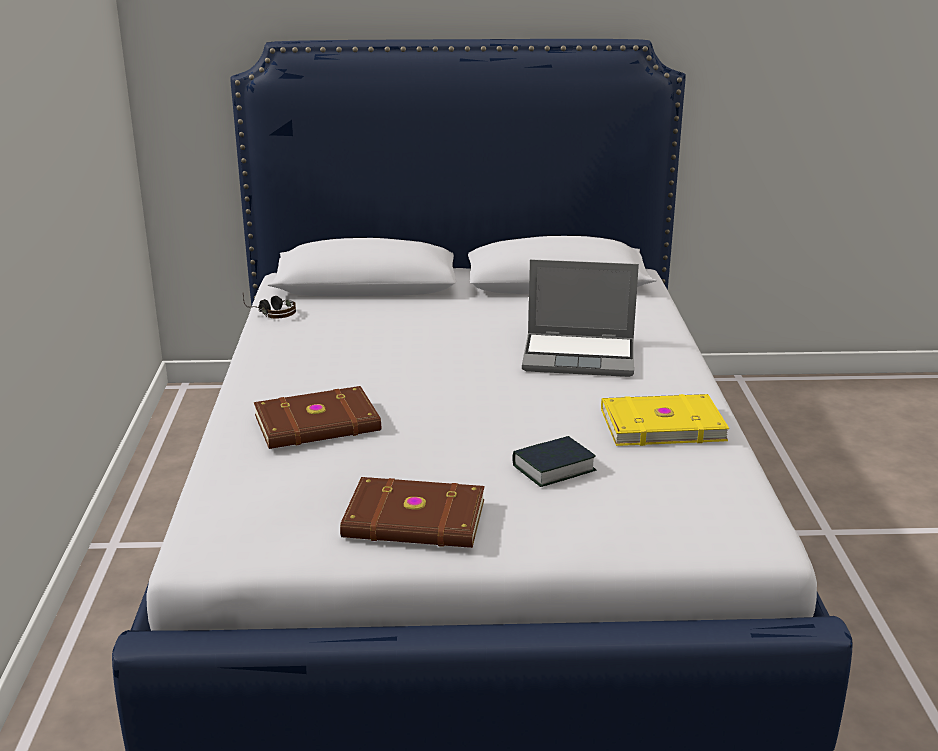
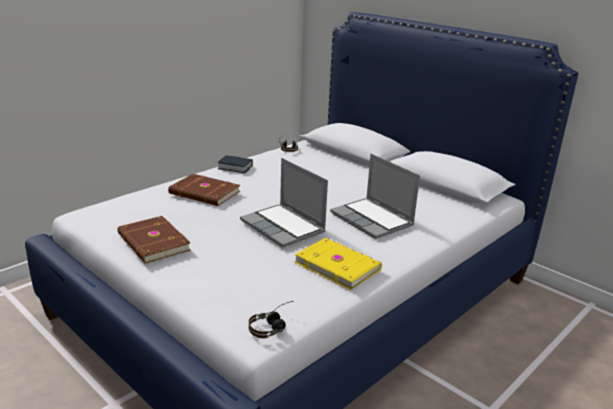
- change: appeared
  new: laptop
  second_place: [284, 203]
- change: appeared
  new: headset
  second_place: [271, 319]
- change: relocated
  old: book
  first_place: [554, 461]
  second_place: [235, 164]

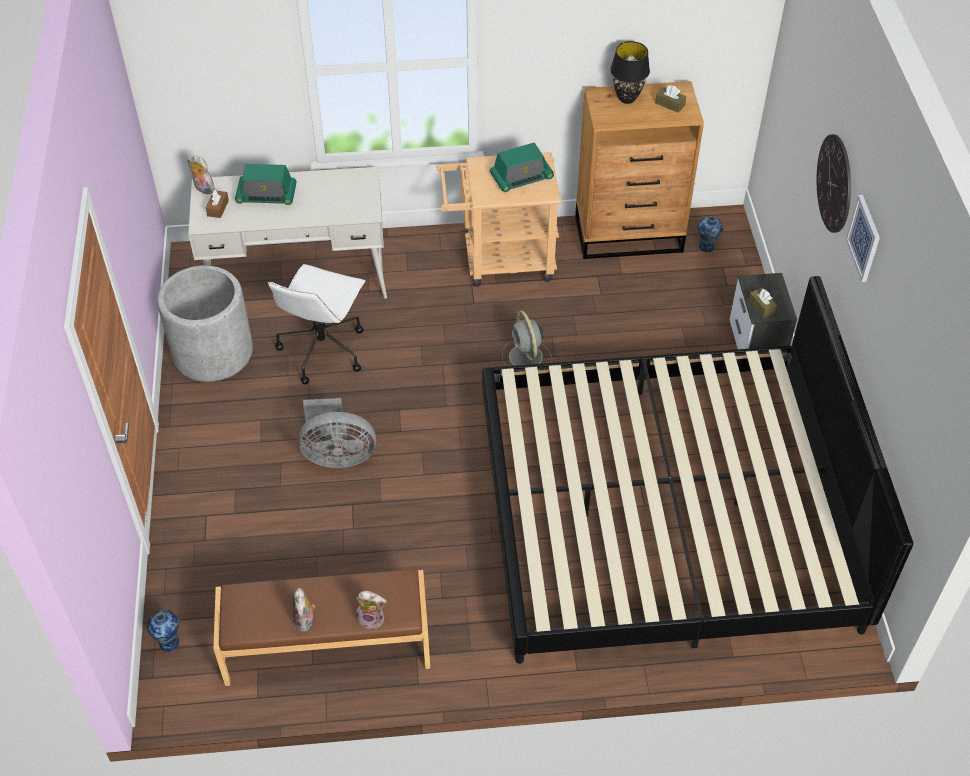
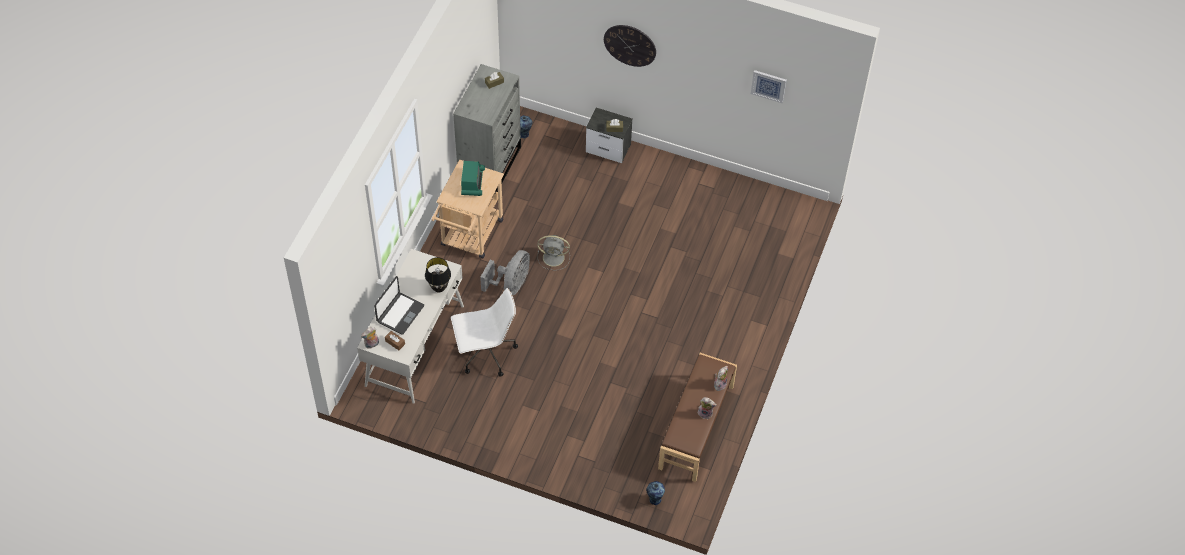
- change: missing
  old: greyish plant pot
  first_place: [205, 323]
- change: missing
  old: bedroom bed
  first_place: [697, 470]
- change: relocated
  old: greyish electric fan
  first_place: [337, 433]
  second_place: [505, 272]
- change: relocated
  old: blackish tabletop lamp
  first_place: [630, 72]
  second_place: [438, 275]
- change: relocated
  old: wall art
  first_place: [863, 238]
  second_place: [769, 86]
- change: exchanged
  old: radio set
  new: laptop
  first_place: [266, 184]
  second_place: [399, 305]
- change: colour
  old: brown-coloured dresser
  new: greyish dresser
  first_place: [639, 170]
  second_place: [487, 128]
- change: spun
  old: white-coloured office chair
  first_place: [316, 324]
  second_place: [484, 332]
  degrees: -60

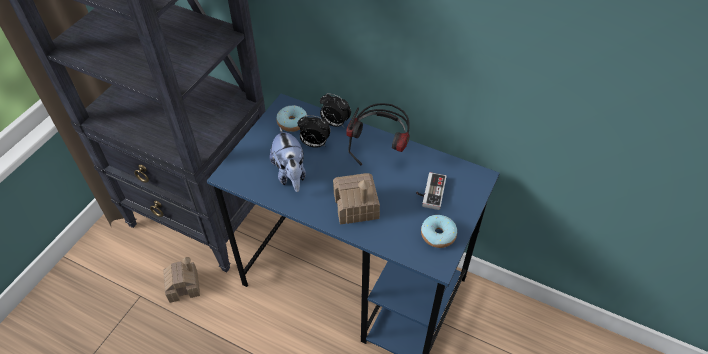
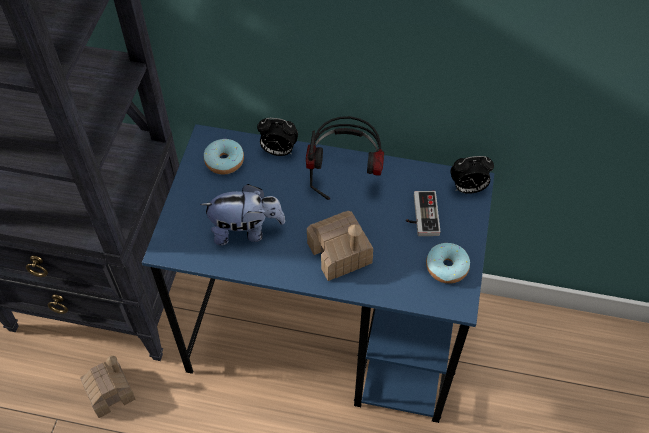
- change: relocated
  old: table clock
  first_place: [314, 131]
  second_place: [472, 175]
- change: spun
  old: soft toy
  first_place: [288, 159]
  second_place: [242, 215]
  degrees: -60

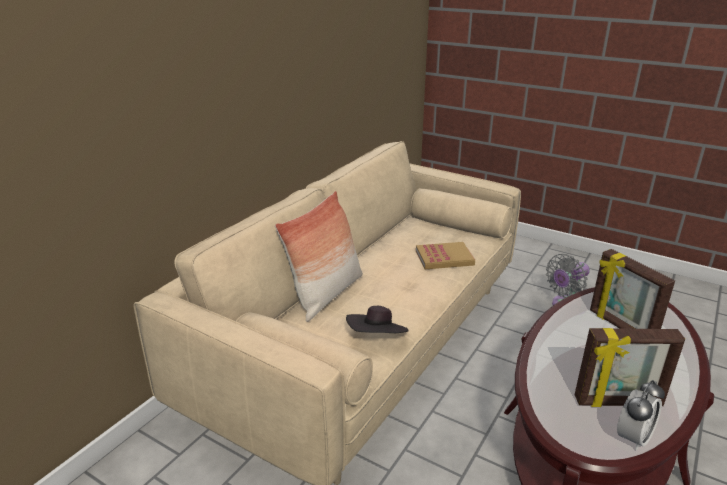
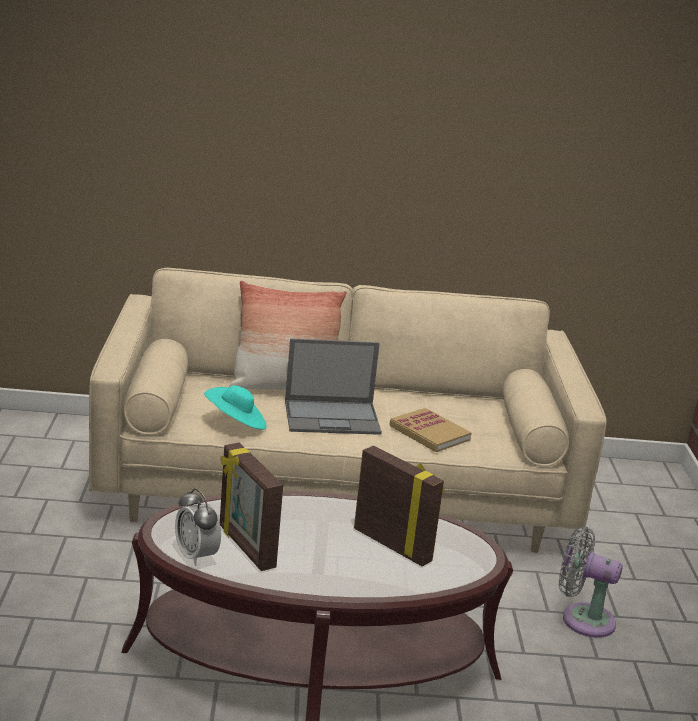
- change: appeared
  new: laptop
  second_place: [333, 386]
- change: colour
  old: blackish wearable hat
  new: turquoise-coloured wearable hat
  first_place: [377, 319]
  second_place: [235, 407]
- change: spun
  old: photo frame
  first_place: [632, 289]
  second_place: [399, 506]
  degrees: 105
- change: spun
  old: table clock
  first_place: [641, 415]
  second_place: [198, 527]
  degrees: 45

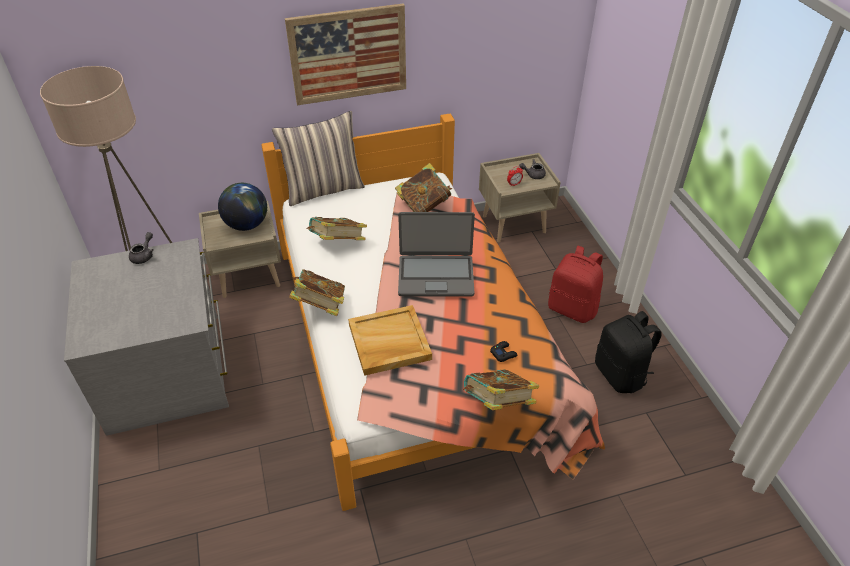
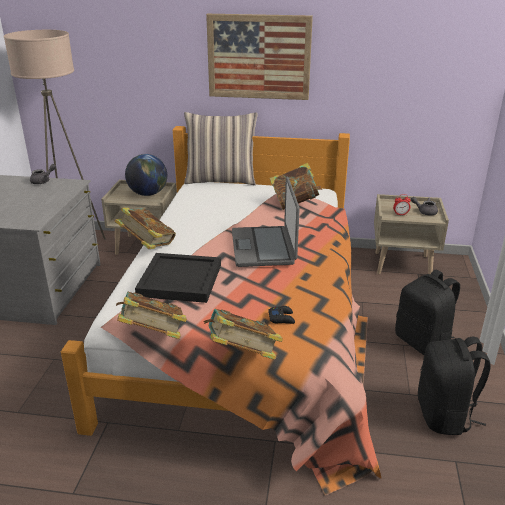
- change: relocated
  old: book
  first_place: [336, 228]
  second_place: [151, 315]
- change: colour
  old: beige-coloured serving tray
  new: blackish serving tray
  first_place: [390, 340]
  second_place: [178, 278]
- change: colour
  old: red-coloured backpack
  new: blackish backpack
  first_place: [575, 284]
  second_place: [427, 312]
- change: spun
  old: laptop
  first_place: [436, 254]
  second_place: [266, 221]
  degrees: 60

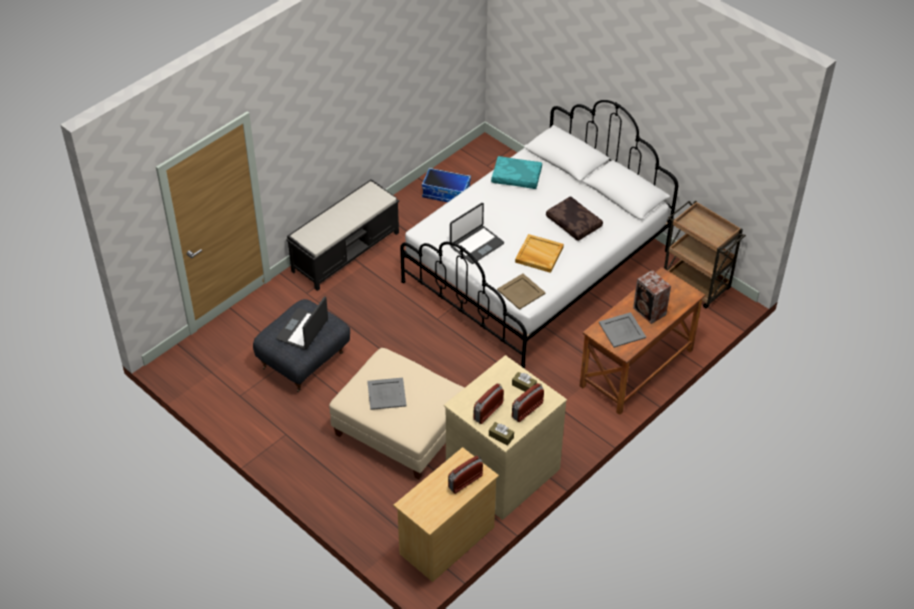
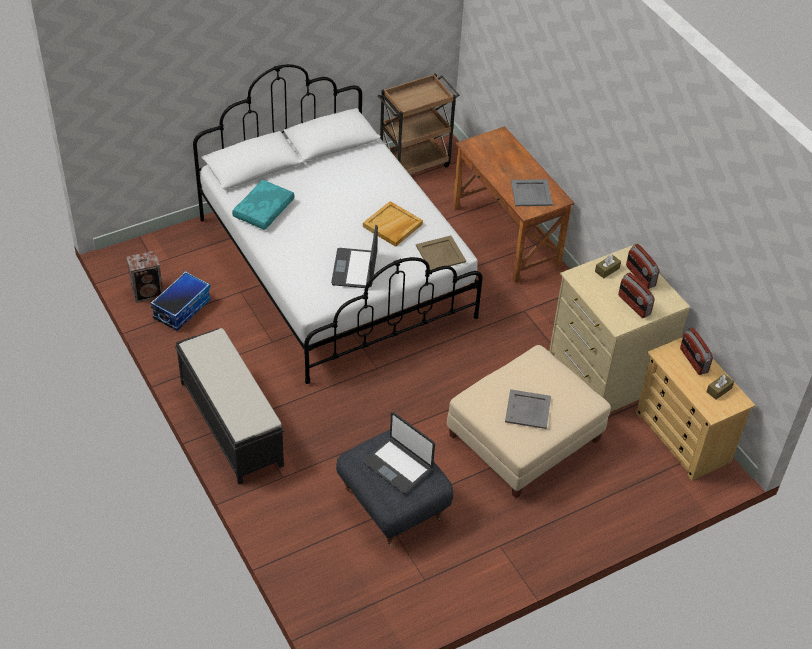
- change: missing
  old: brown-coloured cushion
  first_place: [574, 218]
- change: relocated
  old: brown-coloured tissue holder
  first_place: [501, 433]
  second_place: [720, 387]
- change: relocated
  old: audio speaker
  first_place: [652, 297]
  second_place: [144, 277]
- change: spun
  old: laptop
  first_place: [477, 233]
  second_place: [354, 256]
  degrees: -150

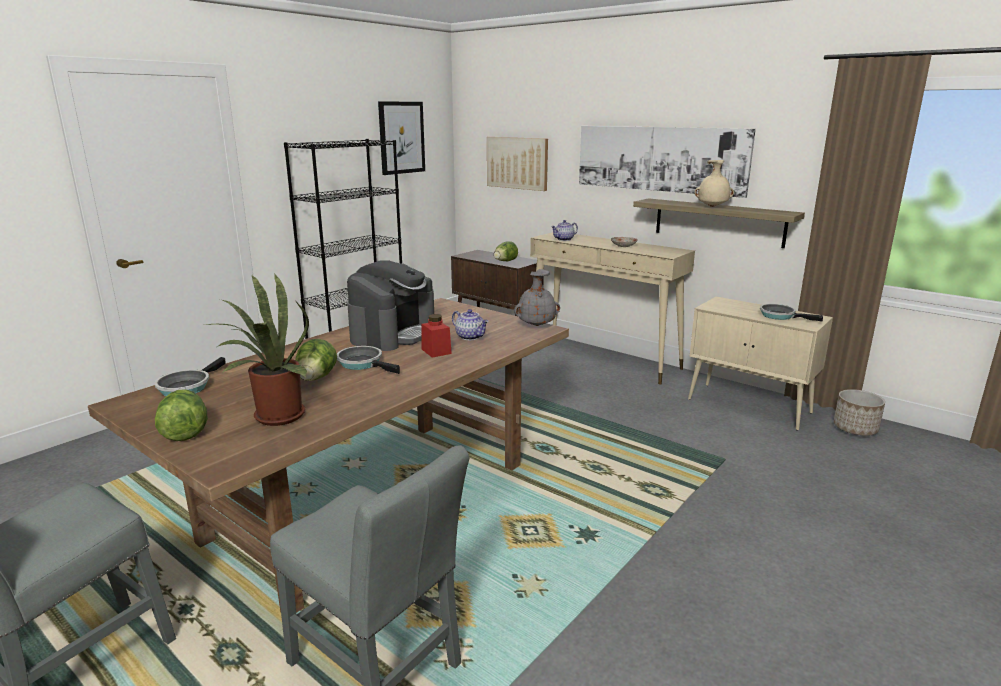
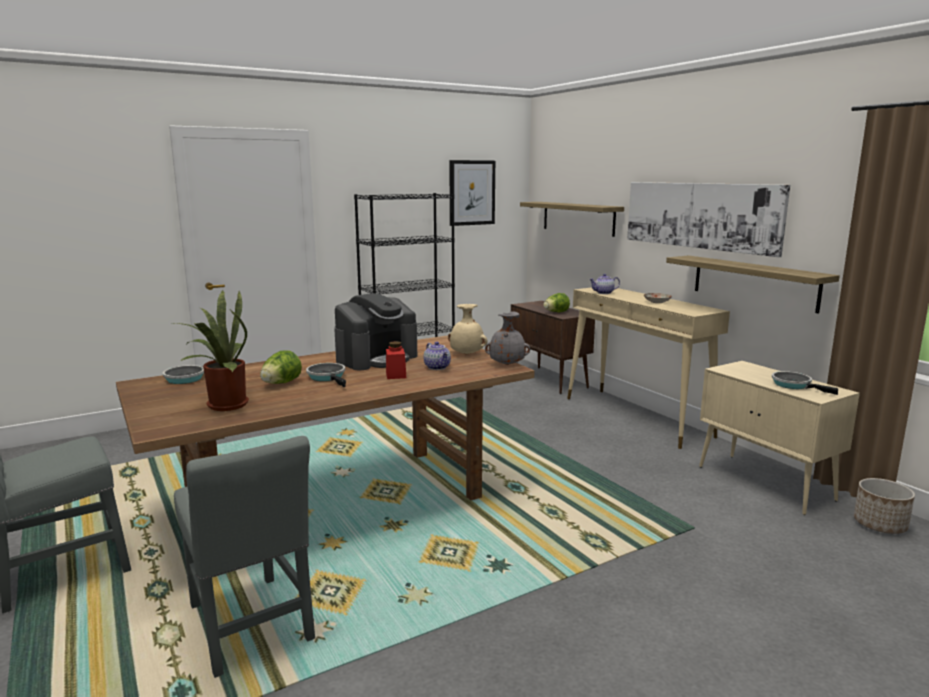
- change: missing
  old: lettuce
  first_place: [181, 415]
- change: relocated
  old: beige-coloured vase
  first_place: [714, 183]
  second_place: [468, 329]
- change: exchanged
  old: wall art
  new: wall shelf
  first_place: [517, 164]
  second_place: [572, 219]

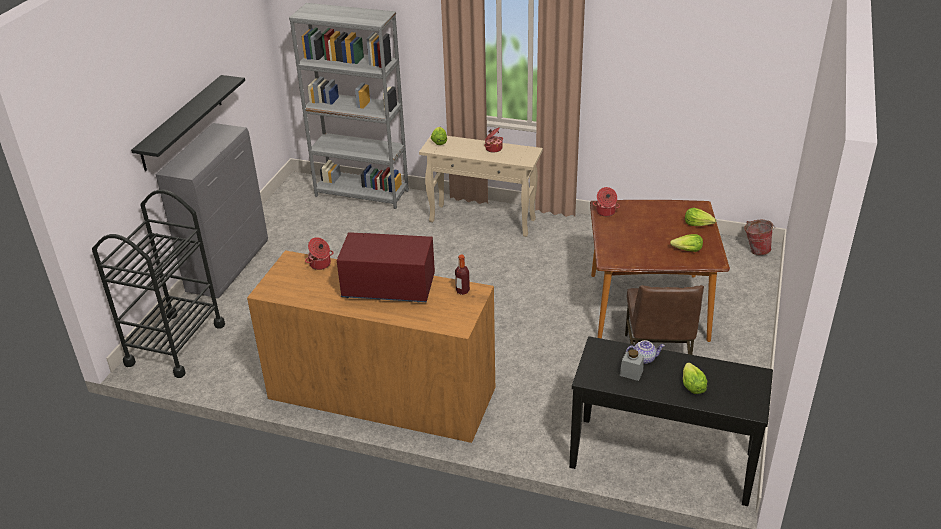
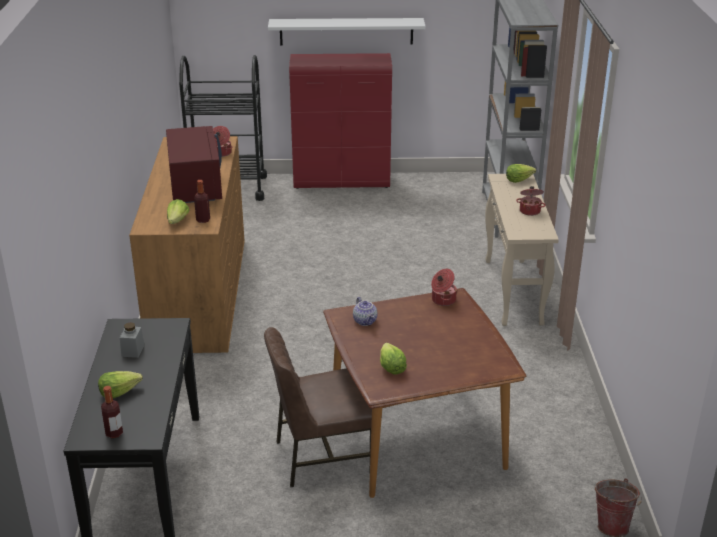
- change: appeared
  new: drink bottle
  second_place: [112, 412]
- change: relocated
  old: pot for tea
  first_place: [645, 352]
  second_place: [365, 311]
- change: relocated
  old: lettuce
  first_place: [700, 217]
  second_place: [178, 211]
- change: colour
  old: blackish wall shelf
  new: white-coloured wall shelf
  first_place: [188, 123]
  second_place: [347, 31]
- change: colour
  old: greyish cupboard
  new: red-coloured cupboard
  first_place: [211, 210]
  second_place: [340, 121]

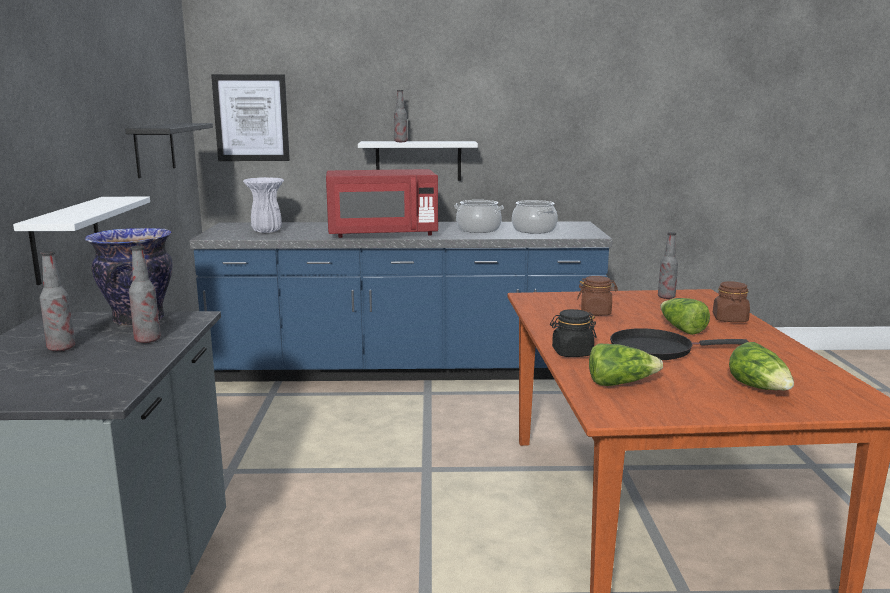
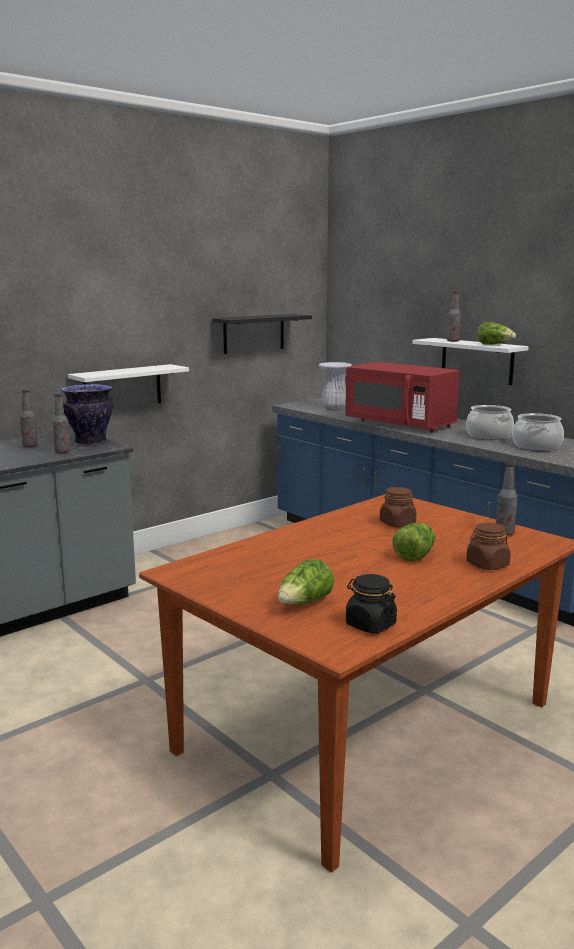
- change: missing
  old: wall art
  first_place: [250, 117]
- change: missing
  old: blackish skillet
  first_place: [679, 344]
- change: relocated
  old: blackish preserve jar
  first_place: [573, 333]
  second_place: [371, 604]
- change: relocated
  old: lettuce
  first_place: [626, 364]
  second_place: [496, 333]

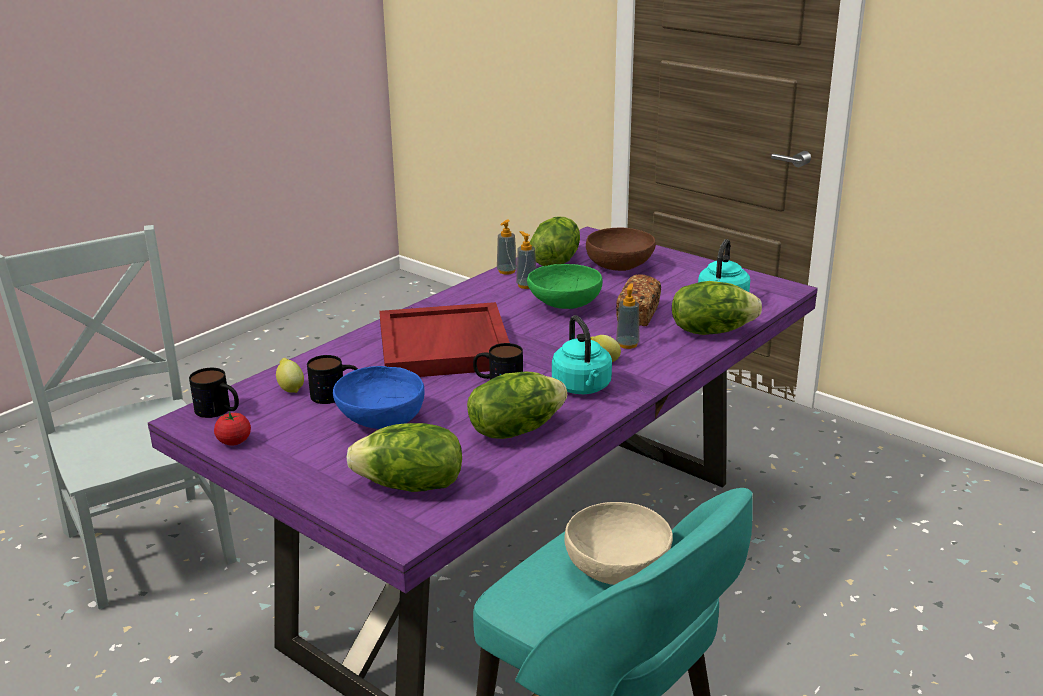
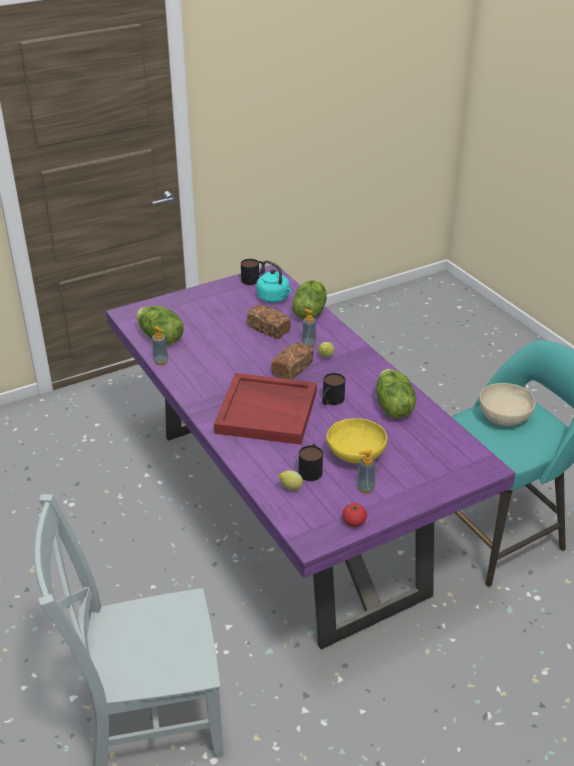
- change: missing
  old: lettuce
  first_place: [404, 457]
- change: missing
  old: green serving bowl
  first_place: [565, 286]
- change: missing
  old: turquoise-coloured water kettle
  first_place: [582, 354]
- change: missing
  old: brown-coloured serving bowl
  first_place: [621, 249]
- change: appeared
  new: bakery bread
  second_place: [292, 361]
- change: relocated
  old: tea mug
  first_place: [214, 393]
  second_place: [252, 272]
- change: relocated
  old: liquid soap bottle
  first_place: [526, 260]
  second_place: [366, 471]
- change: colour
  old: bluish serving bowl
  new: yellow serving bowl
  first_place: [378, 397]
  second_place: [356, 441]

